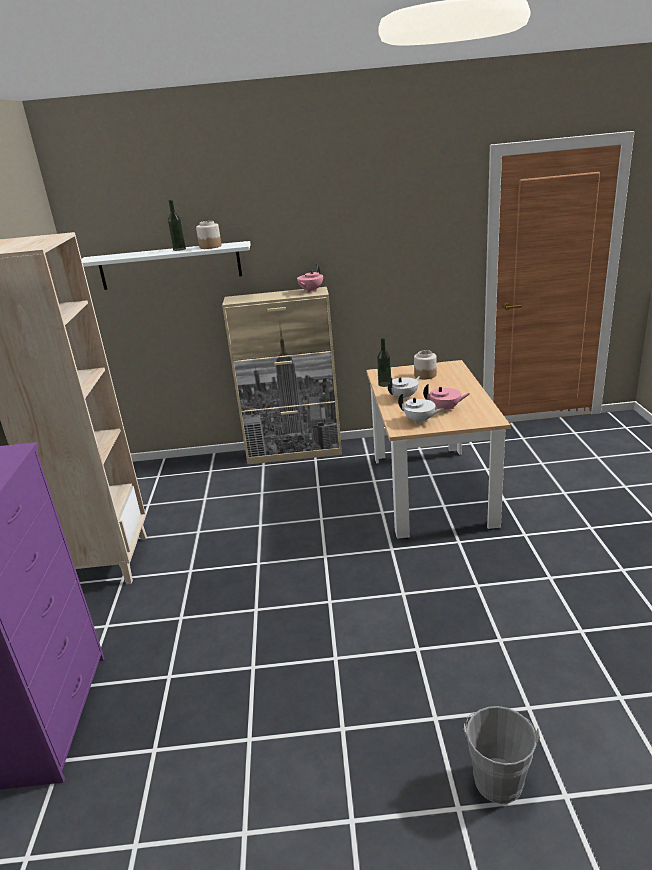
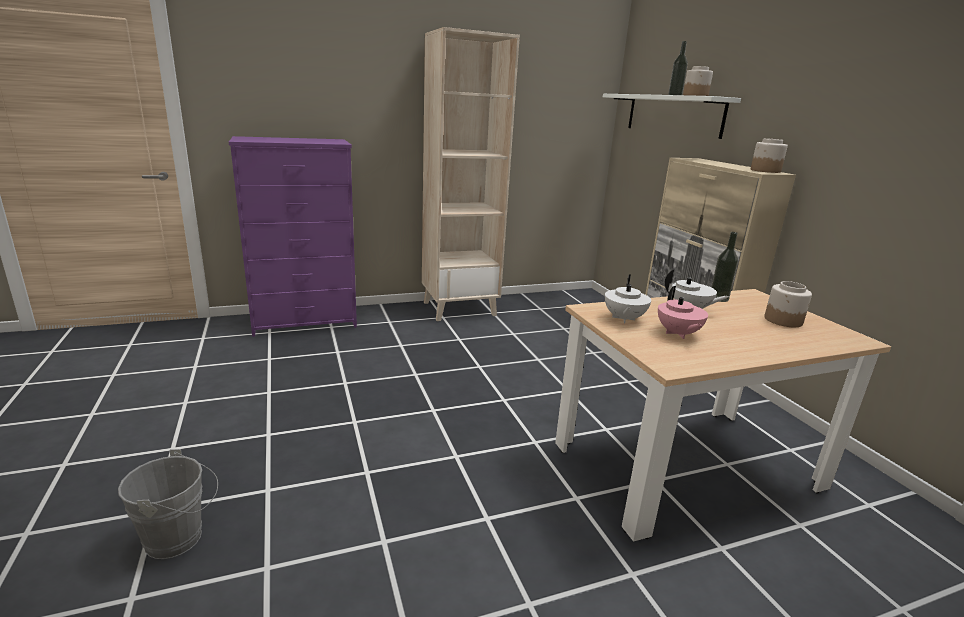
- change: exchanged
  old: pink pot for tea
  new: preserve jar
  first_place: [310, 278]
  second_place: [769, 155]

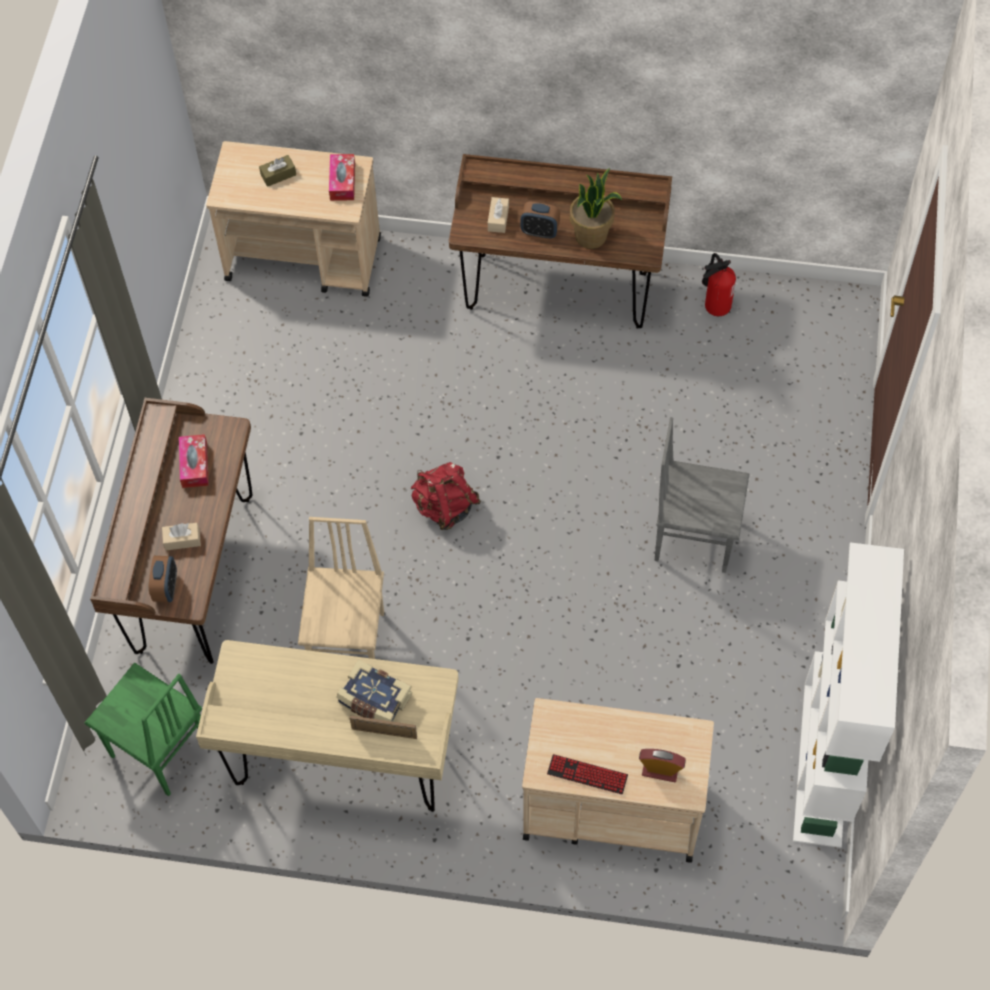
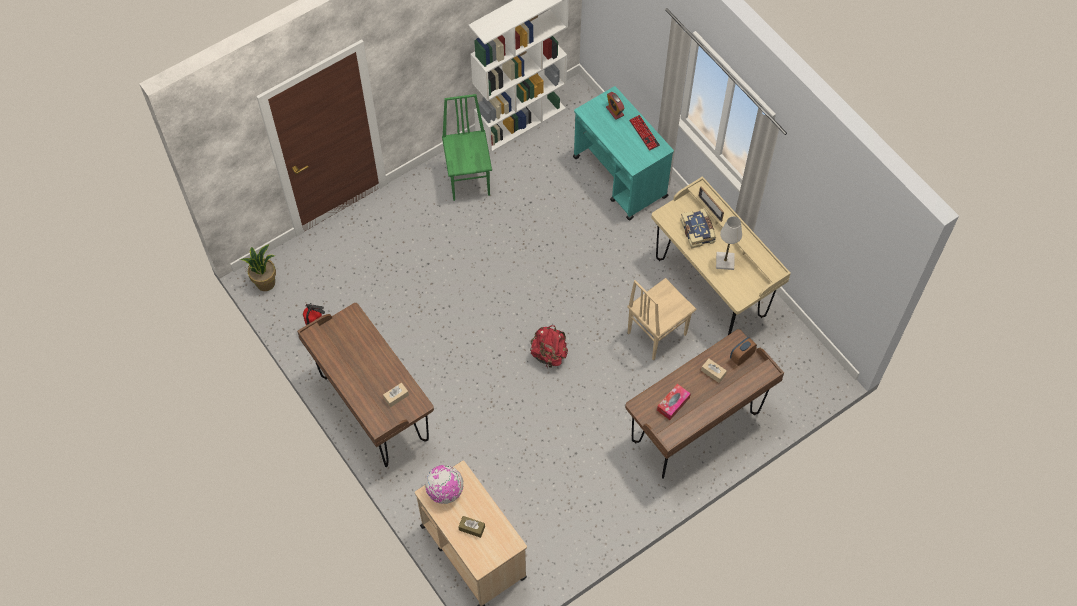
- change: missing
  old: table clock
  first_place: [540, 220]
- change: missing
  old: greyish chair
  first_place: [701, 495]
- change: appeared
  new: white-coloured tabletop lamp
  second_place: [729, 243]
- change: relocated
  old: green chair
  first_place: [143, 729]
  second_place: [467, 147]
- change: relocated
  old: potted plant
  first_place: [596, 208]
  second_place: [258, 267]
- change: exchanged
  old: tissue holder
  new: globe
  first_place: [342, 177]
  second_place: [444, 484]
- change: colour
  old: beige-coloured cart
  new: turquoise-coloured cart
  first_place: [618, 780]
  second_place: [623, 153]

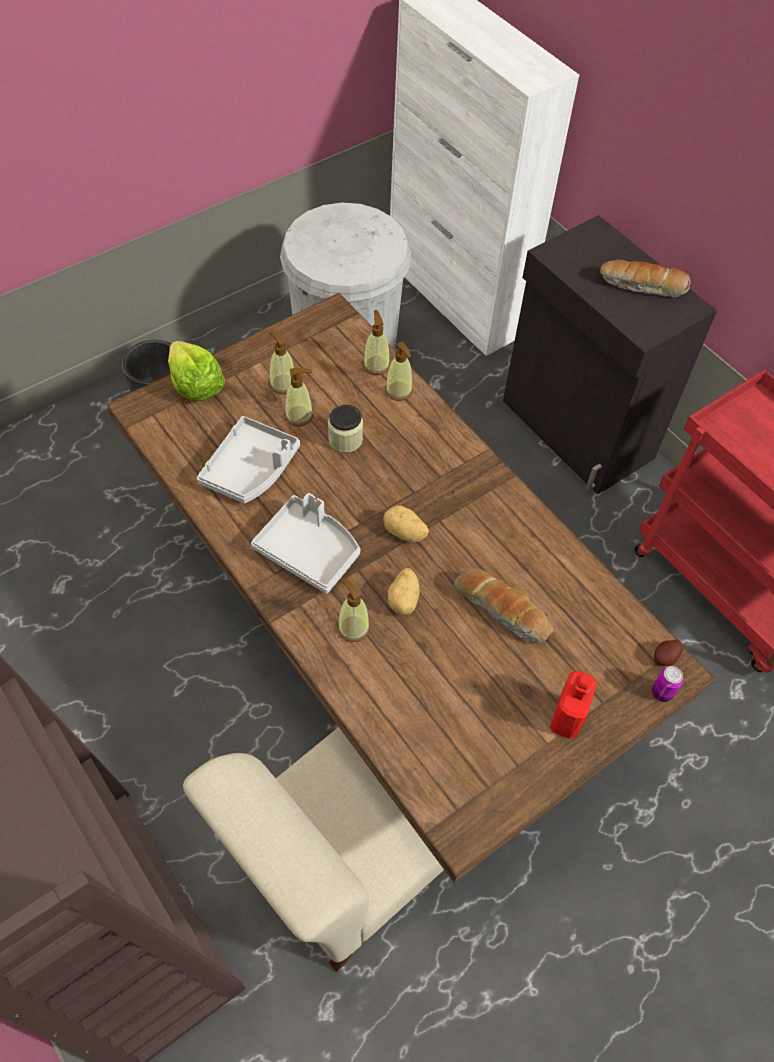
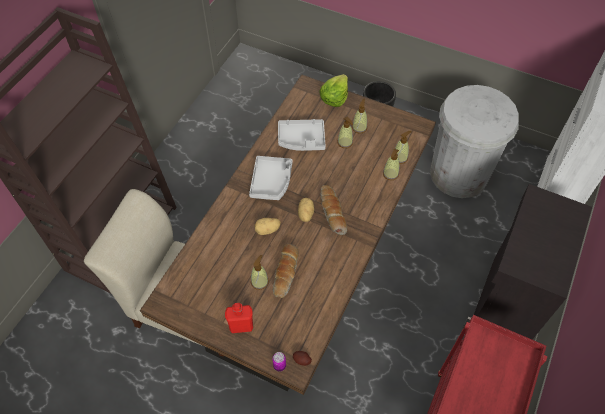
- change: missing
  old: preserve jar
  first_place: [345, 428]
- change: relocated
  old: liquid soap bottle
  first_place: [353, 610]
  second_place: [260, 272]
- change: relocated
  old: bakery bread
  first_place: [645, 278]
  second_place: [333, 210]

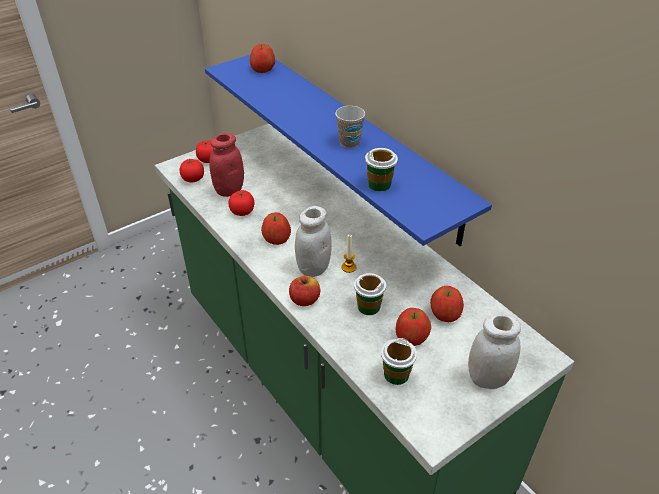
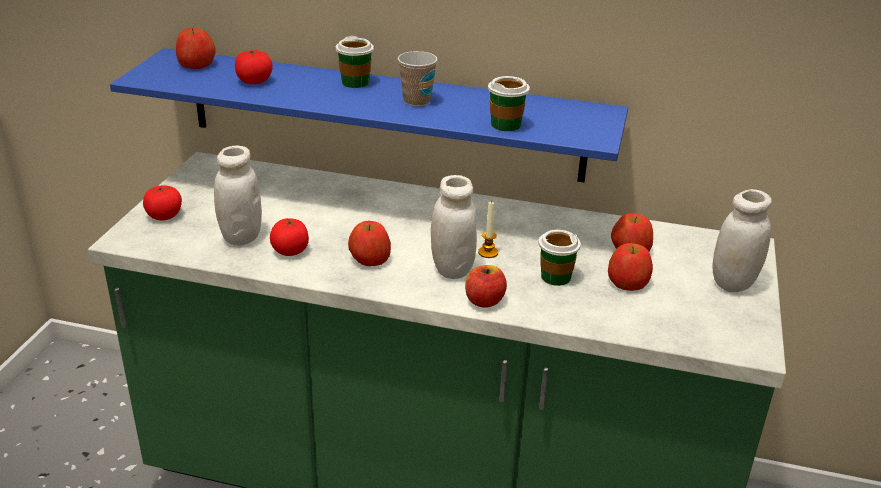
- change: relocated
  old: fresh tomato
  first_place: [191, 170]
  second_place: [254, 67]
- change: relocated
  old: drinking cup
  first_place: [399, 361]
  second_place: [354, 62]
- change: colour
  old: red-coloured preserve jar
  new: white-coloured preserve jar
  first_place: [226, 165]
  second_place: [238, 195]

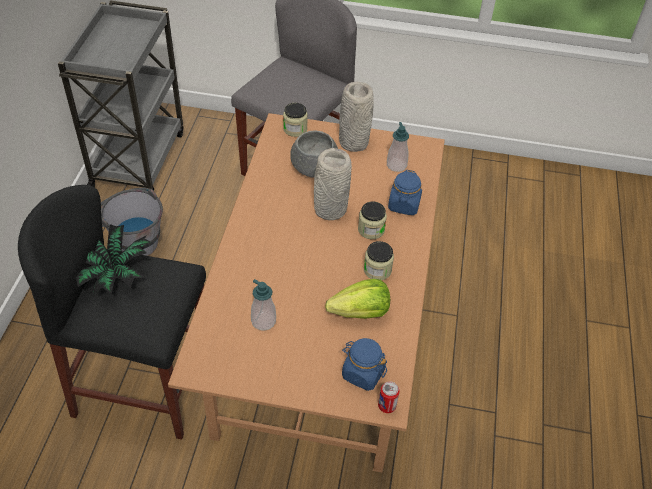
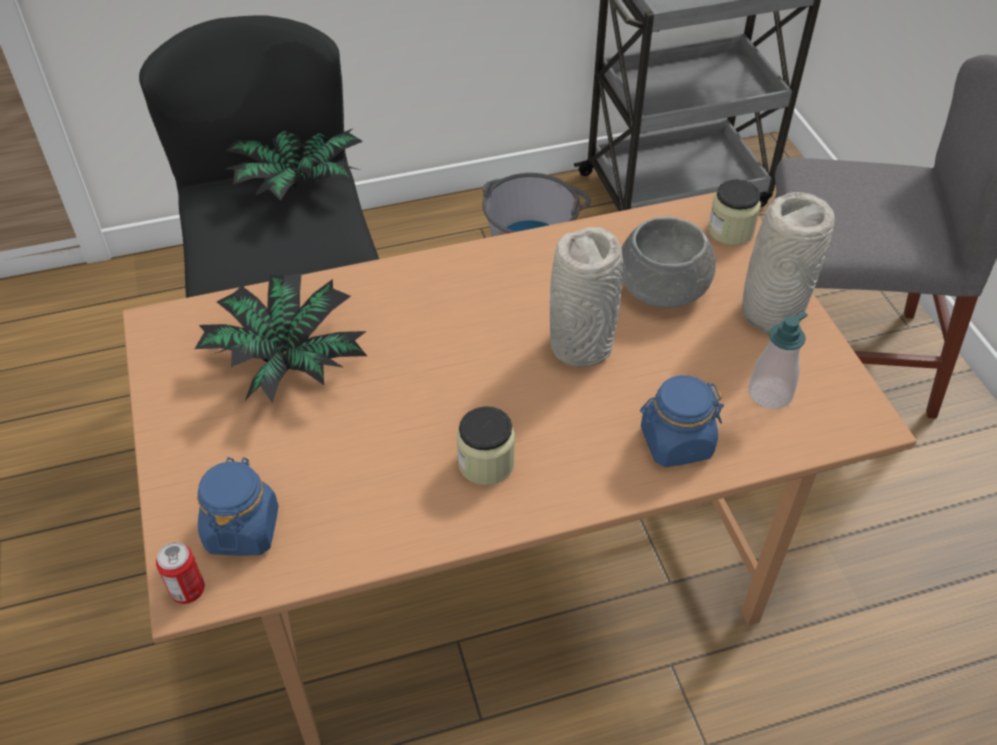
- change: missing
  old: lettuce
  first_place: [357, 299]
- change: missing
  old: preserve jar
  first_place: [372, 220]
- change: exchanged
  old: liquid soap bottle
  new: potted plant
  first_place: [263, 304]
  second_place: [281, 338]

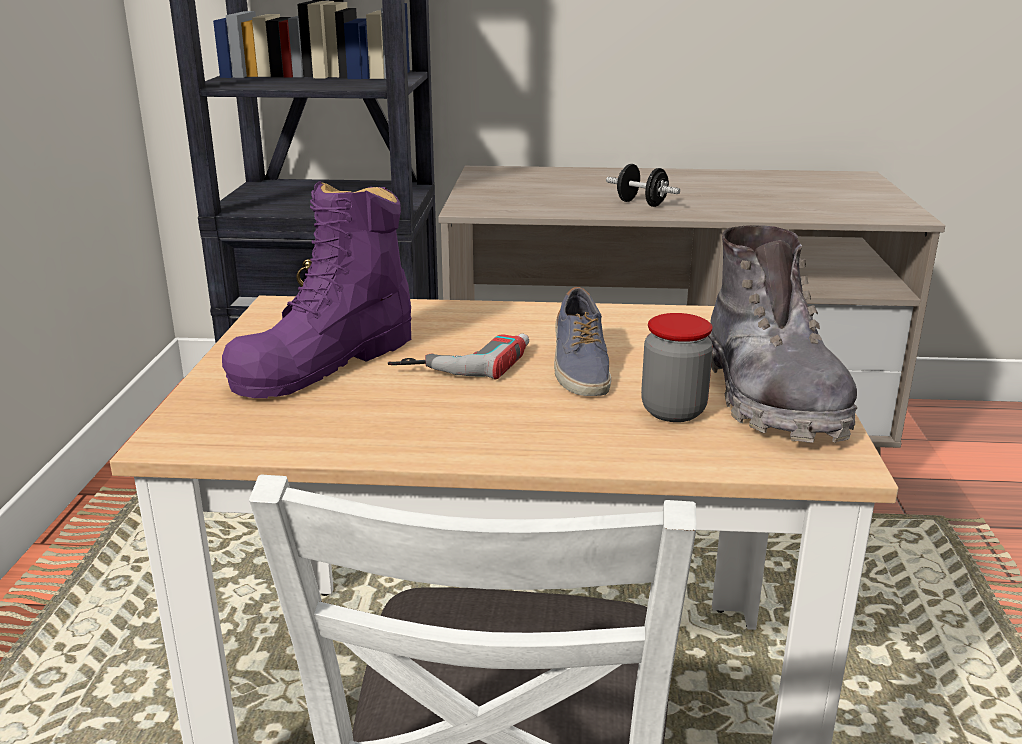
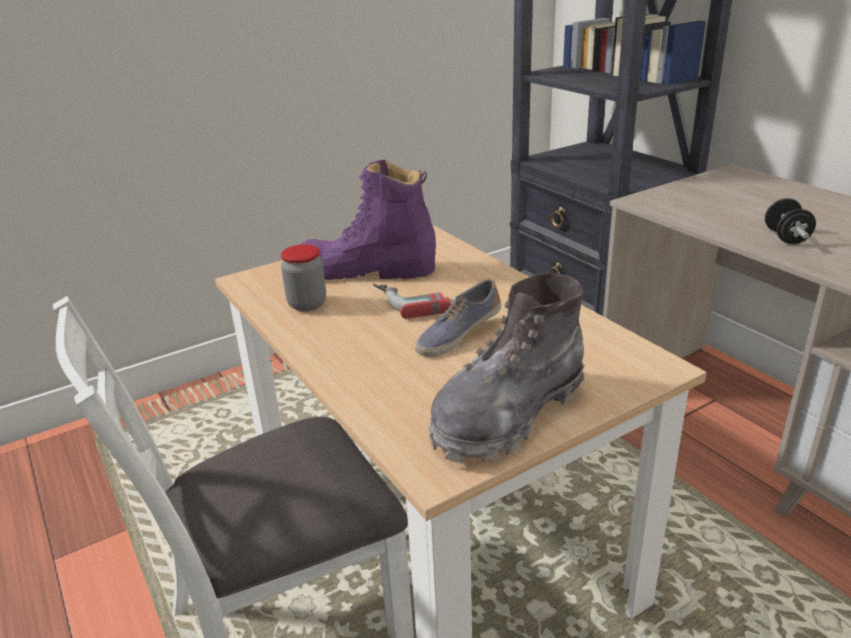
- change: relocated
  old: preserve jar
  first_place: [677, 367]
  second_place: [303, 277]

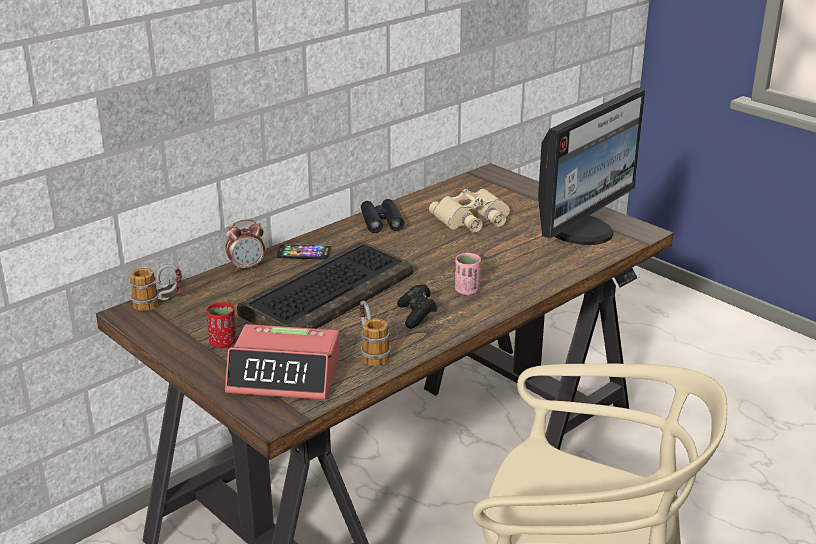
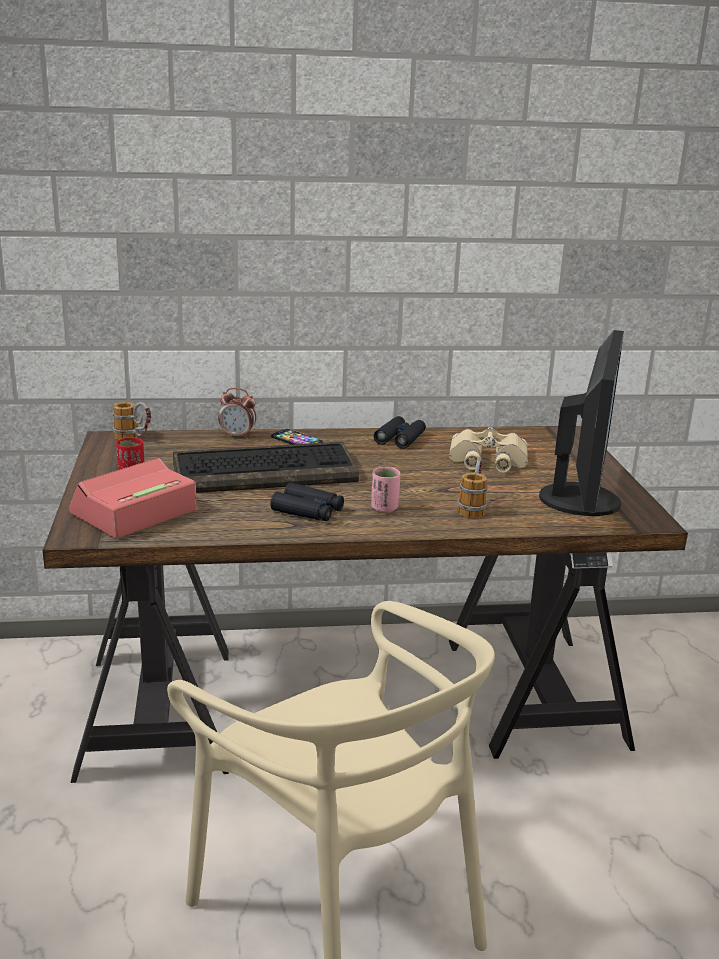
- change: relocated
  old: tea mug
  first_place: [375, 333]
  second_place: [472, 487]
- change: exchanged
  old: blackish gamepad
  new: blackish field glasses
  first_place: [417, 306]
  second_place: [307, 501]
- change: spun
  old: table clock
  first_place: [282, 362]
  second_place: [133, 498]
  degrees: 90
- change: spun
  old: computer screen
  first_place: [591, 166]
  second_place: [581, 423]
  degrees: -60

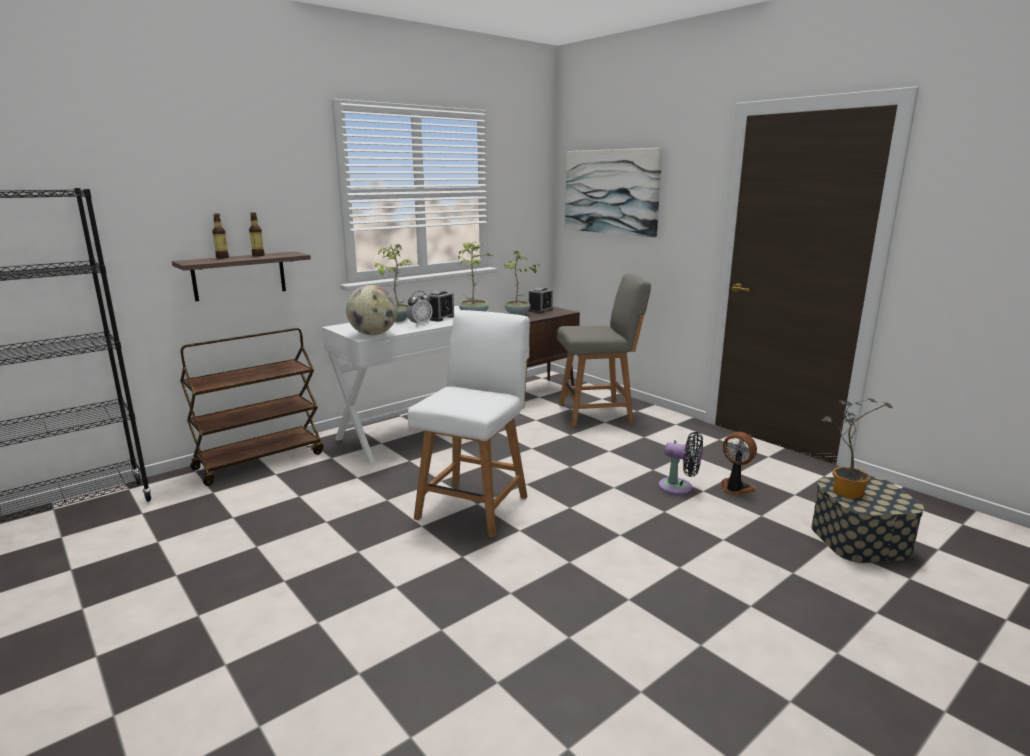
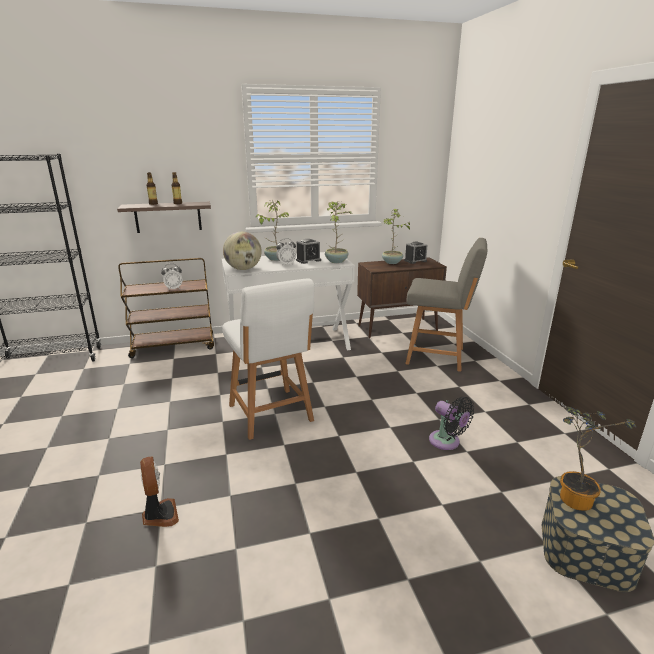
- change: missing
  old: wall art
  first_place: [614, 192]
- change: appeared
  new: table clock
  second_place: [171, 277]
- change: relocated
  old: electric fan
  first_place: [739, 463]
  second_place: [159, 492]
- change: spun
  old: white-coloured chair
  first_place: [468, 424]
  second_place: [268, 359]
  degrees: 105

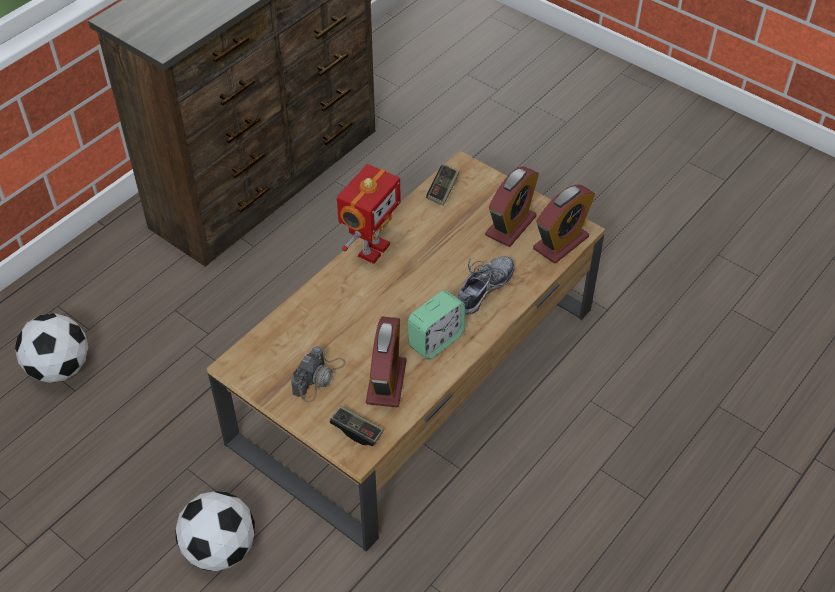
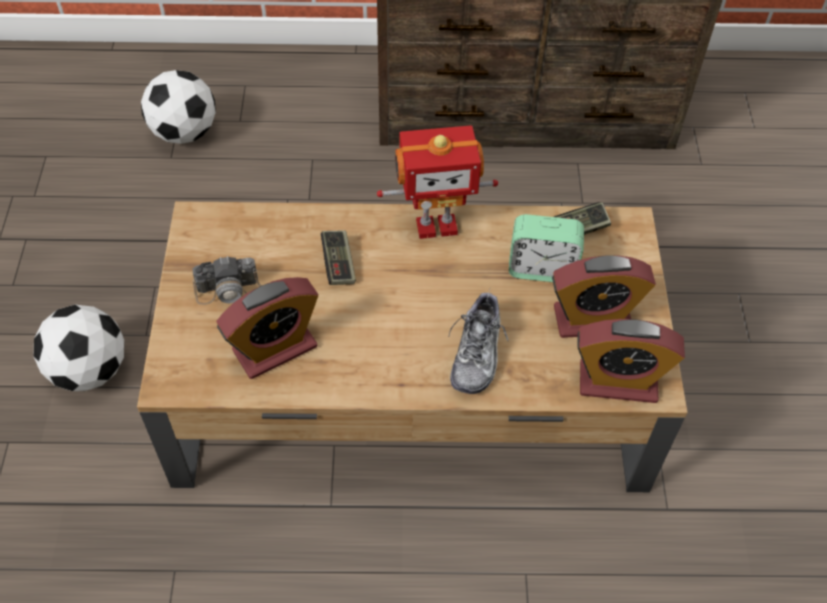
- change: relocated
  old: gamepad
  first_place: [357, 426]
  second_place: [338, 257]
- change: relocated
  old: table clock
  first_place: [436, 325]
  second_place: [546, 248]
- change: spun
  old: item of footwear
  first_place: [486, 285]
  second_place: [478, 341]
  degrees: 105

